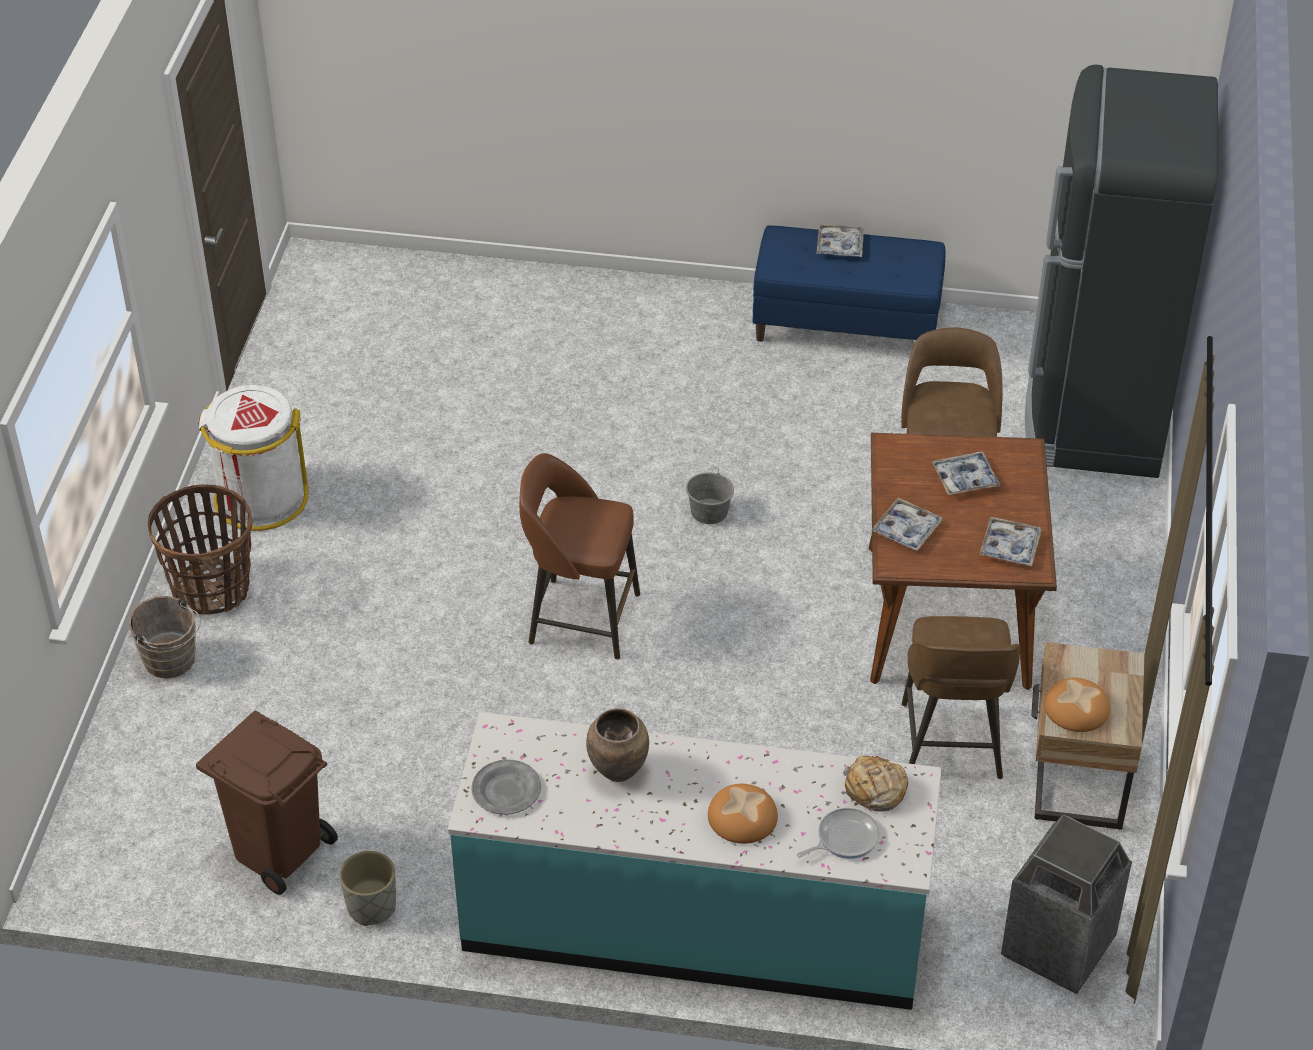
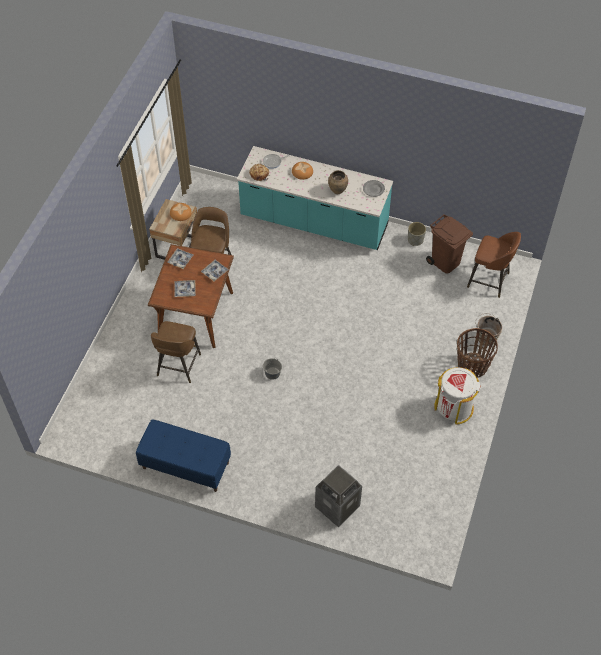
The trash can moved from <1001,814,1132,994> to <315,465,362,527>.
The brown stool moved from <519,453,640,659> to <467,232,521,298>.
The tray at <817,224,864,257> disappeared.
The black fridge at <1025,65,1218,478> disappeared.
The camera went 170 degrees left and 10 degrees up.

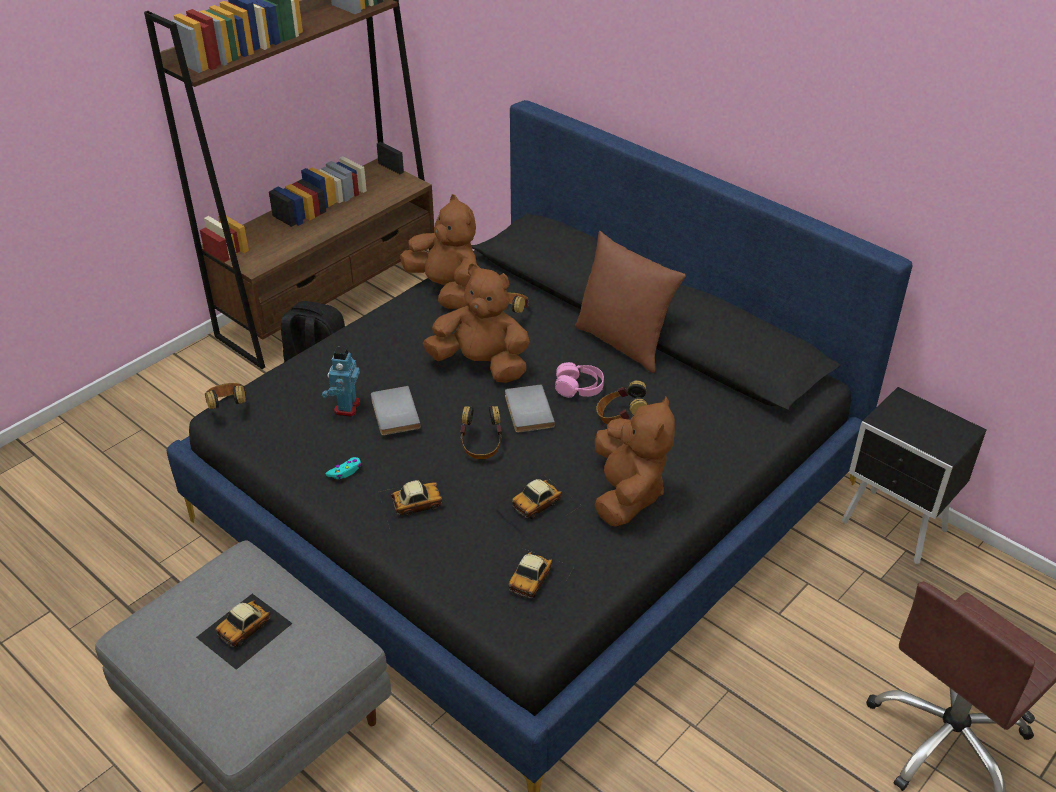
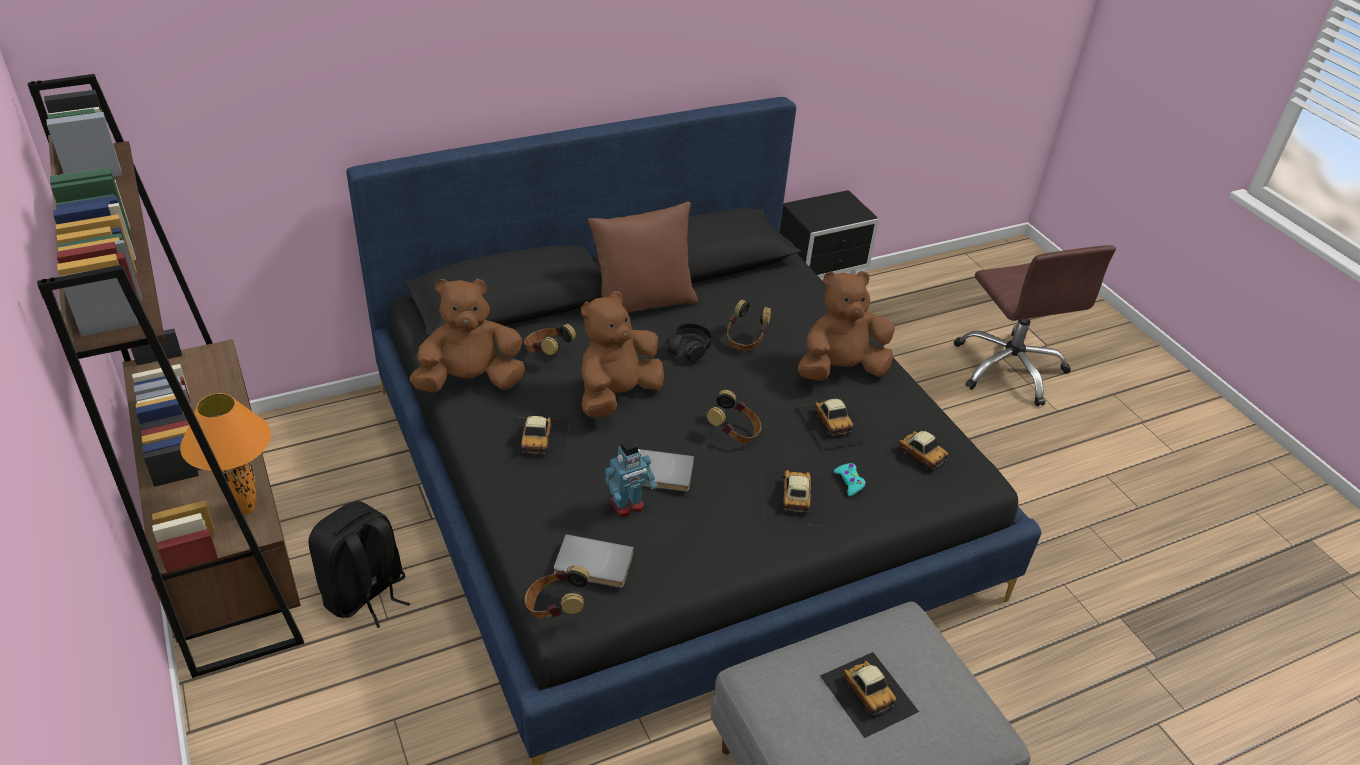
The orange table lamp at <180,393,271,515> appeared.
The toy car at <504,416,569,467> appeared.
The grey book moved from <505,384,555,432> to <554,534,634,588>.
The toy robot at <322,347,360,417> turned 60 degrees counterclockwise.
The pink headphones at <555,362,604,397> became the black headphones at <668,323,712,361>.
The brown plush toy at <594,396,675,527> turned 45 degrees counterclockwise.
The turquoise game controller moved from <325,457,361,479> to <834,463,866,496>.
The camera went 70 degrees left and 0 degrees up.

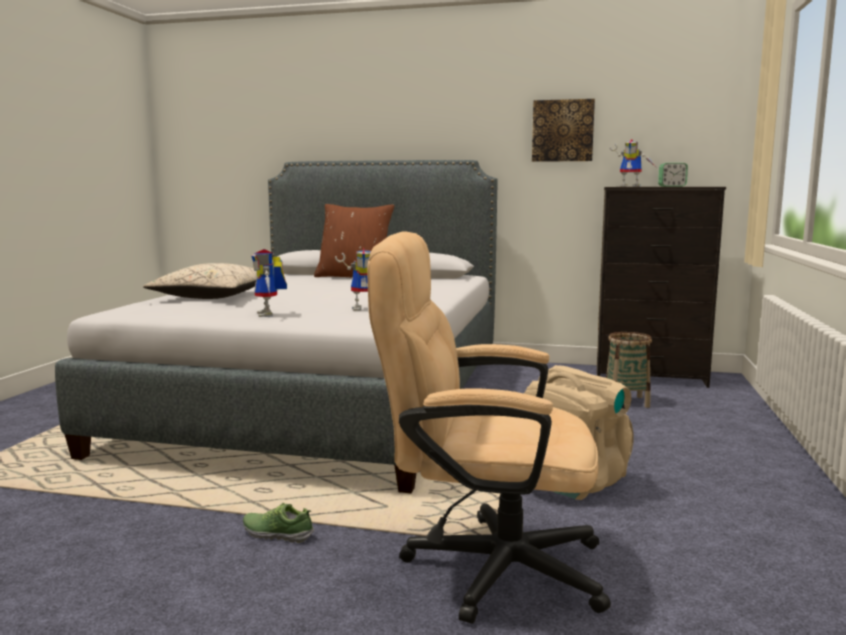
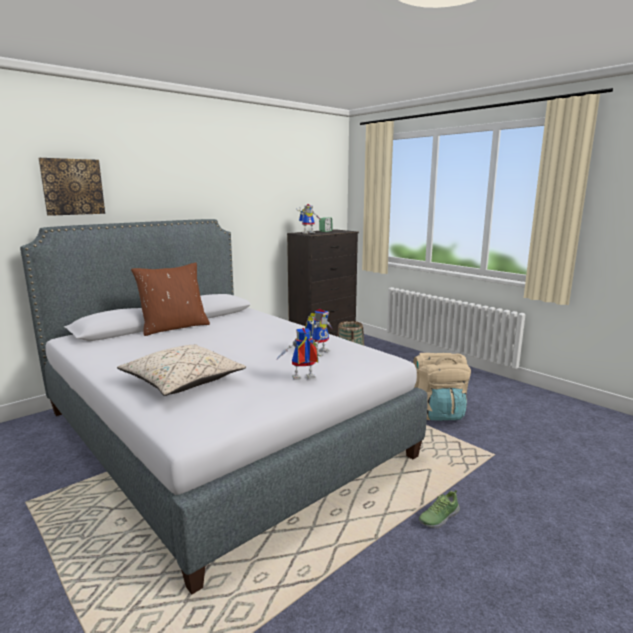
The picture moved from <532,99,595,162> to <39,158,105,216>.
The toy robot at <251,249,287,317> turned 150 degrees clockwise.
The beige office chair at <367,231,611,624> disappeared.
The camera went 55 degrees left and 5 degrees up.

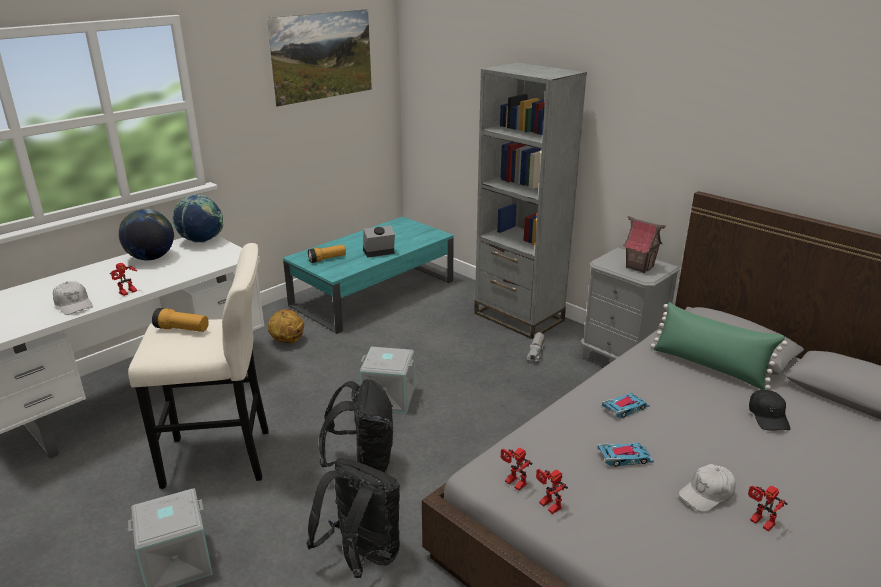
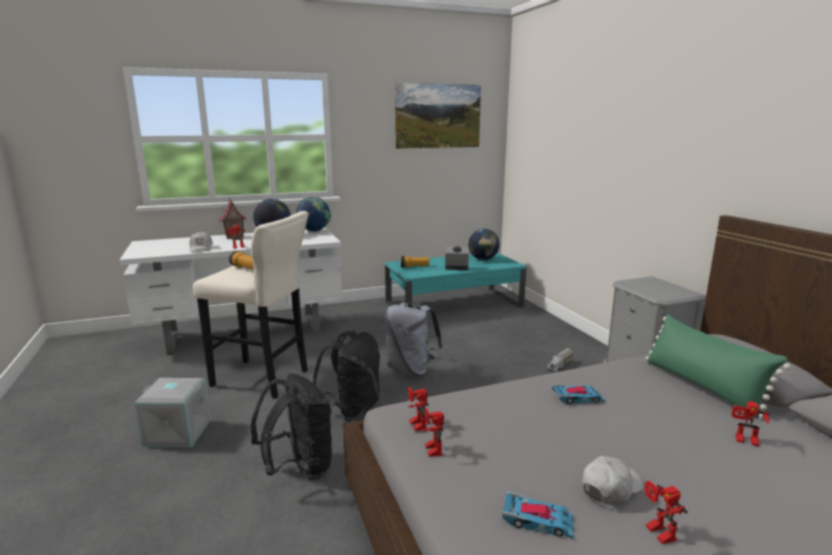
The toy house moved from <623,216,666,273> to <219,198,247,239>.
The grey storage box at <359,347,415,414> was replaced by the grey backpack at <385,302,443,376>.
The globe at <468,229,500,260> appeared.
The toy car moved from <597,443,654,467> to <502,492,574,539>.
The white cap at <678,464,736,512> turned 150 degrees clockwise.
The black cap at <749,390,790,430> was replaced by the toy robot at <731,401,770,446>.
The basketball at <267,309,304,343> disappeared.
The grey bookcase at <474,62,587,340> disappeared.
The camera went 25 degrees right and 10 degrees down.

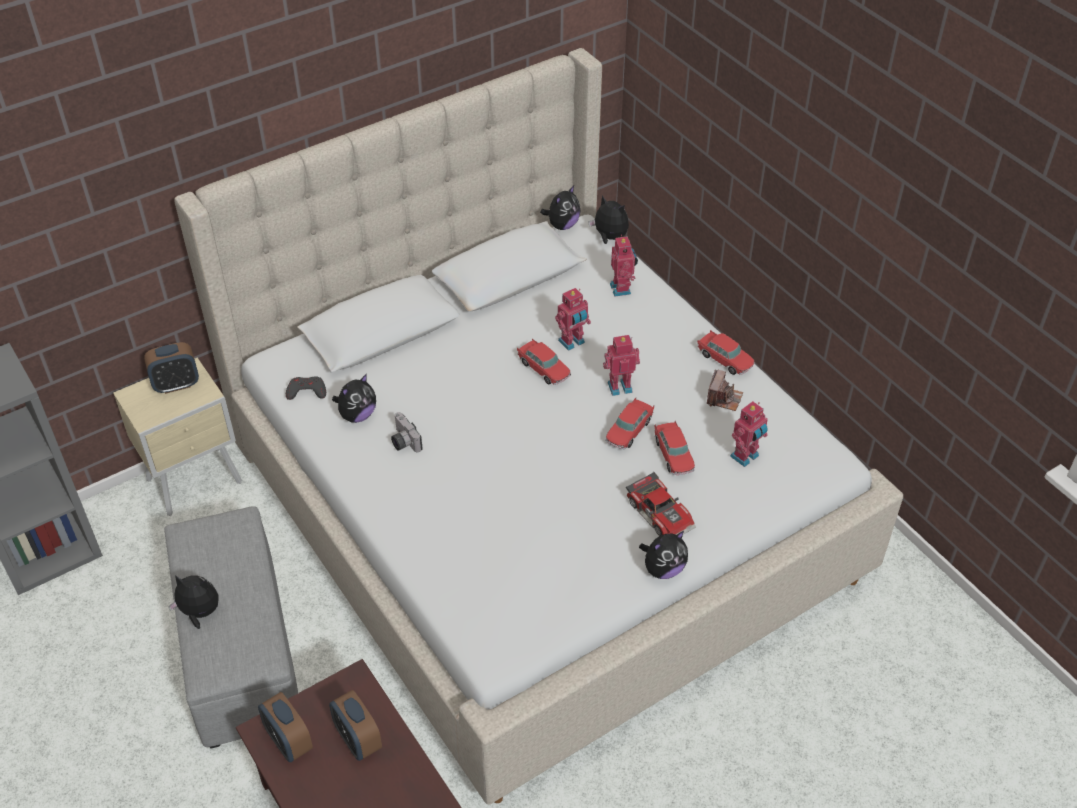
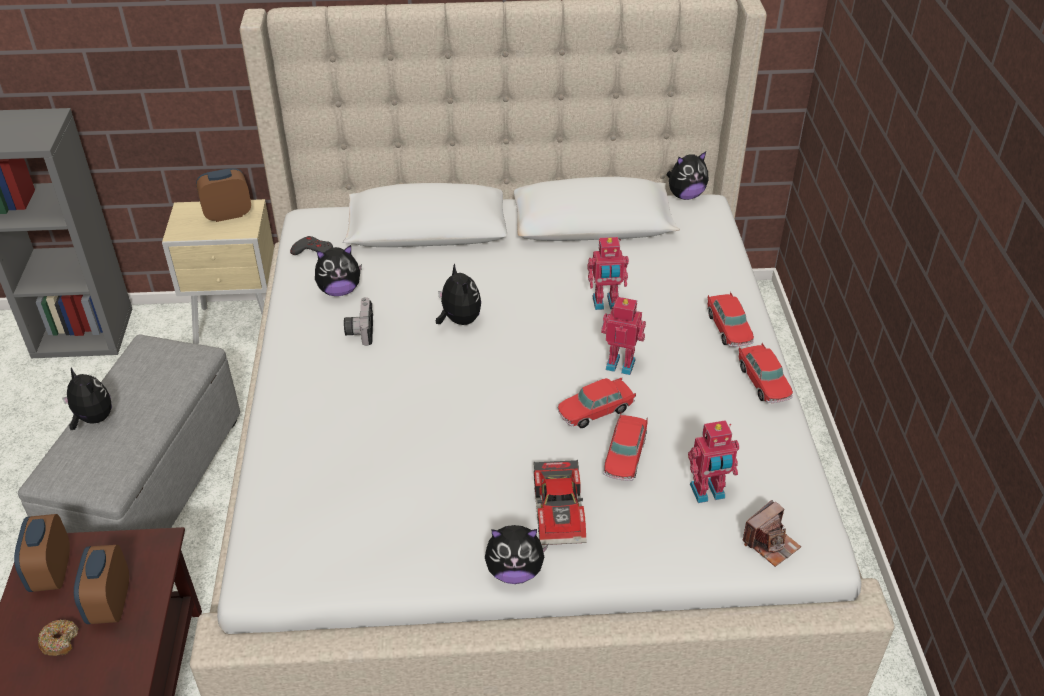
The donut at <38,620,79,656> appeared.
The alarm clock at <144,342,199,394> turned 150 degrees clockwise.
The plush toy moved from <588,195,629,244> to <436,263,481,325>.
The toy car moved from <517,339,571,385> to <707,292,754,347>.
The photo camera moved from <707,369,743,411> to <742,500,801,567>.
The toy robot at <610,235,638,297> disappeared.
The camera went 30 degrees right and 5 degrees down.

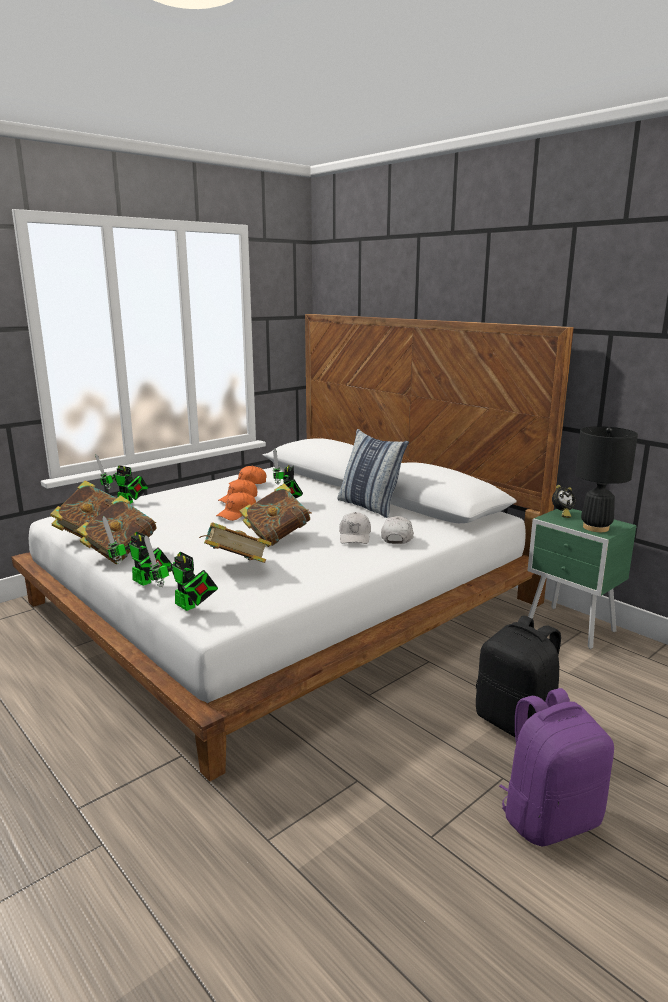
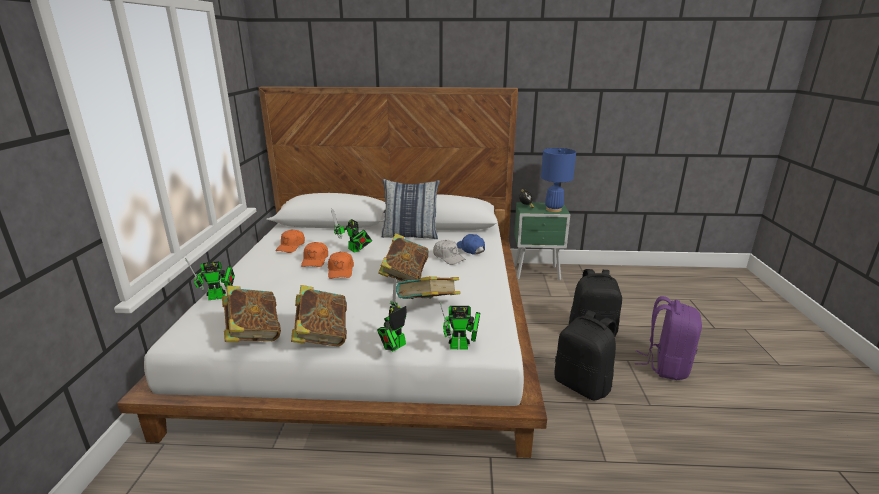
The toy robot at <102,516,172,586> turned 135 degrees clockwise.
The white cap at <381,516,414,544> became the blue cap at <457,234,485,255>.
The black table lamp at <575,426,638,532> became the blue table lamp at <541,148,576,212>.
The black backpack at <554,310,616,400> appeared.
The camera went 45 degrees left and 5 degrees up.

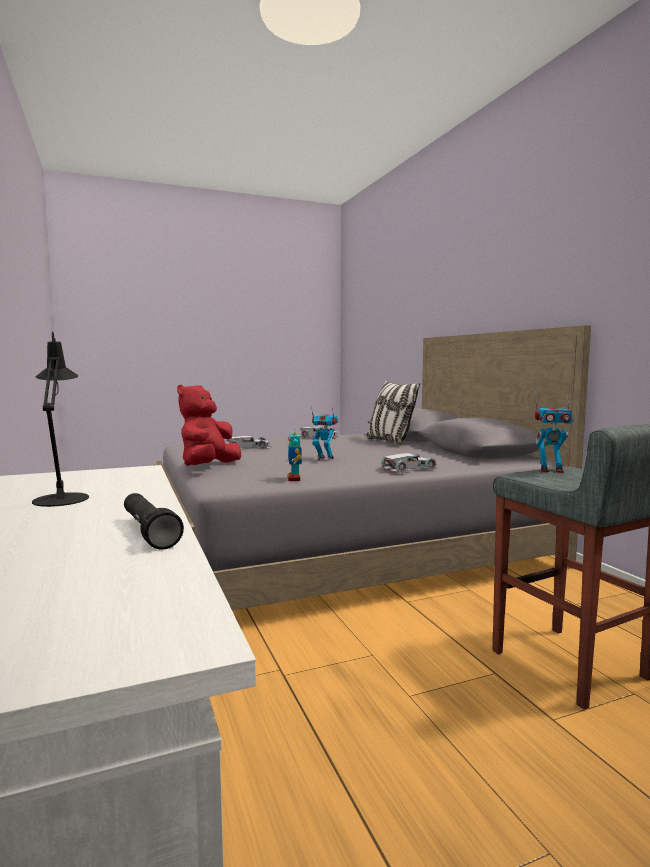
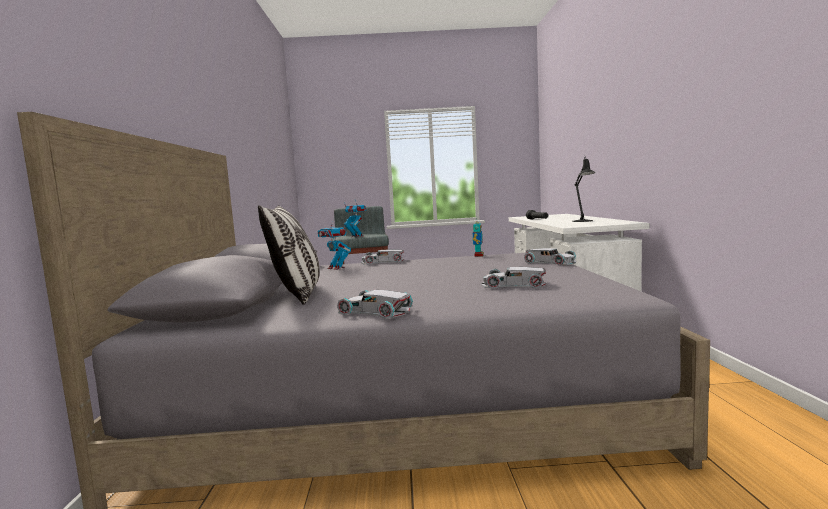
The toy robot moved from <311,407,339,460> to <318,219,351,270>.
The red plush toy at <177,384,241,466> was replaced by the white toy car at <524,248,576,266>.
The camera went 160 degrees left and 0 degrees up.

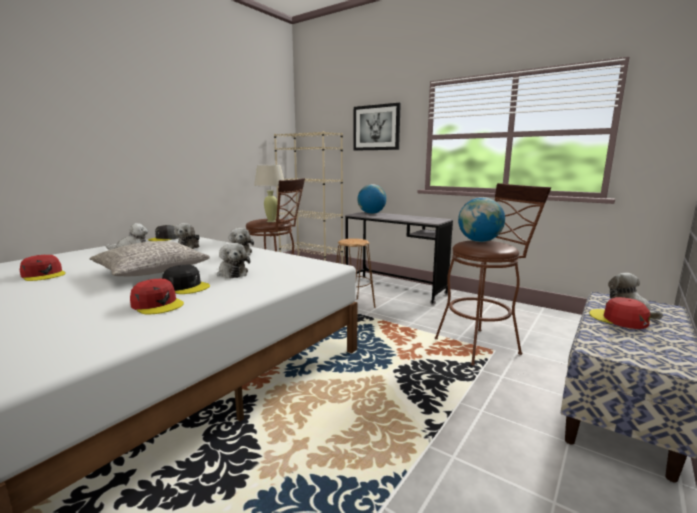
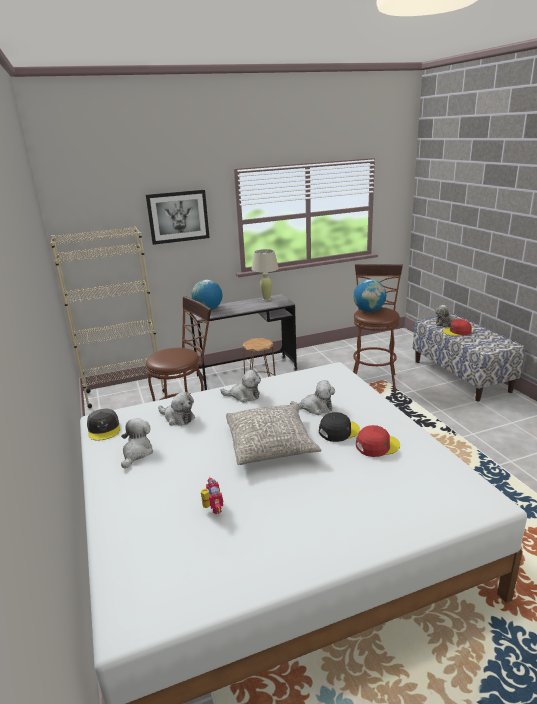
The red cap at <20,255,66,281> was replaced by the toy robot at <201,477,223,514>.
The beige table lamp moved from <254,165,284,222> to <252,249,279,301>.
The camera went 55 degrees left and 10 degrees up.

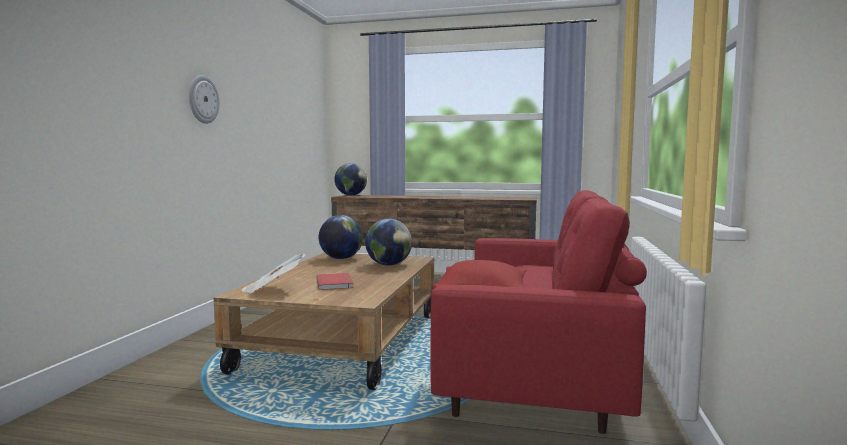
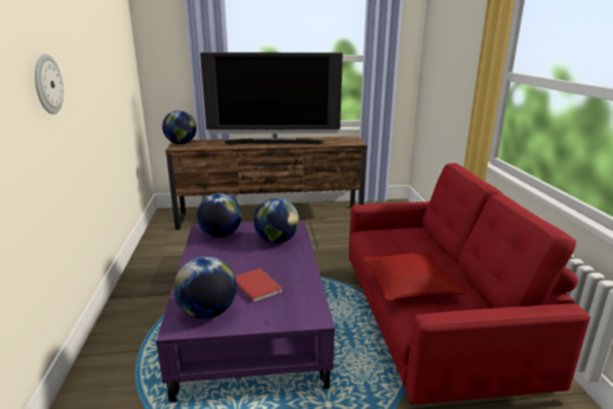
The brown coffee table at <213,253,434,390> became the purple coffee table at <156,220,335,402>.
The newspaper at <242,253,305,294> was replaced by the globe at <174,256,237,319>.
The television at <200,52,343,145> appeared.
The camera went 20 degrees left and 15 degrees up.

